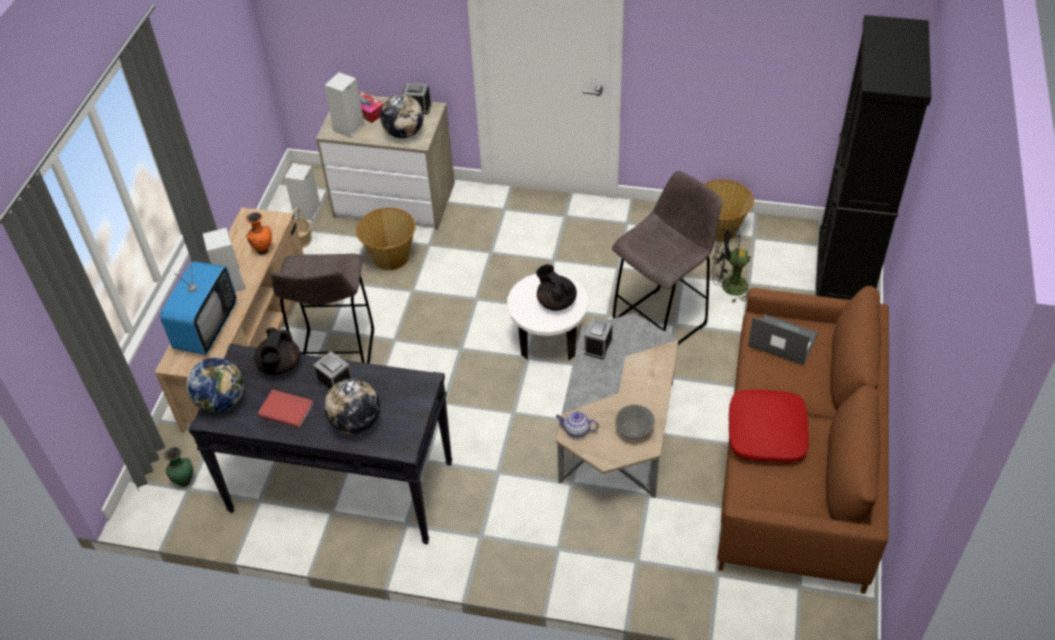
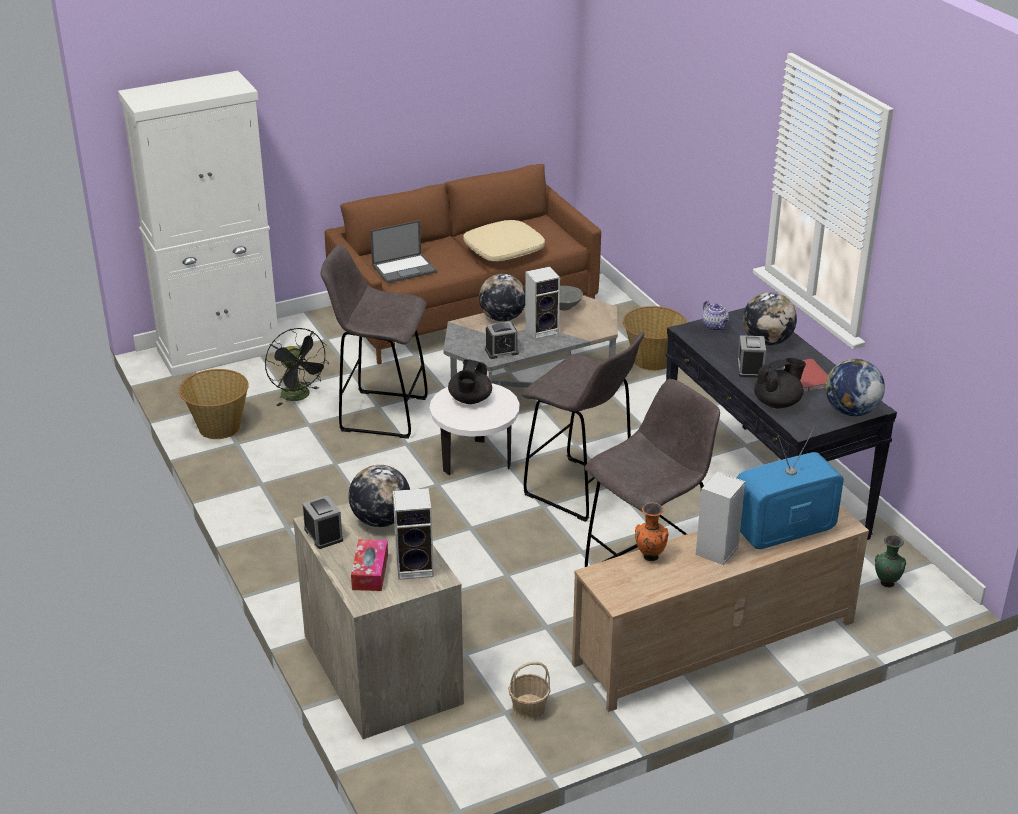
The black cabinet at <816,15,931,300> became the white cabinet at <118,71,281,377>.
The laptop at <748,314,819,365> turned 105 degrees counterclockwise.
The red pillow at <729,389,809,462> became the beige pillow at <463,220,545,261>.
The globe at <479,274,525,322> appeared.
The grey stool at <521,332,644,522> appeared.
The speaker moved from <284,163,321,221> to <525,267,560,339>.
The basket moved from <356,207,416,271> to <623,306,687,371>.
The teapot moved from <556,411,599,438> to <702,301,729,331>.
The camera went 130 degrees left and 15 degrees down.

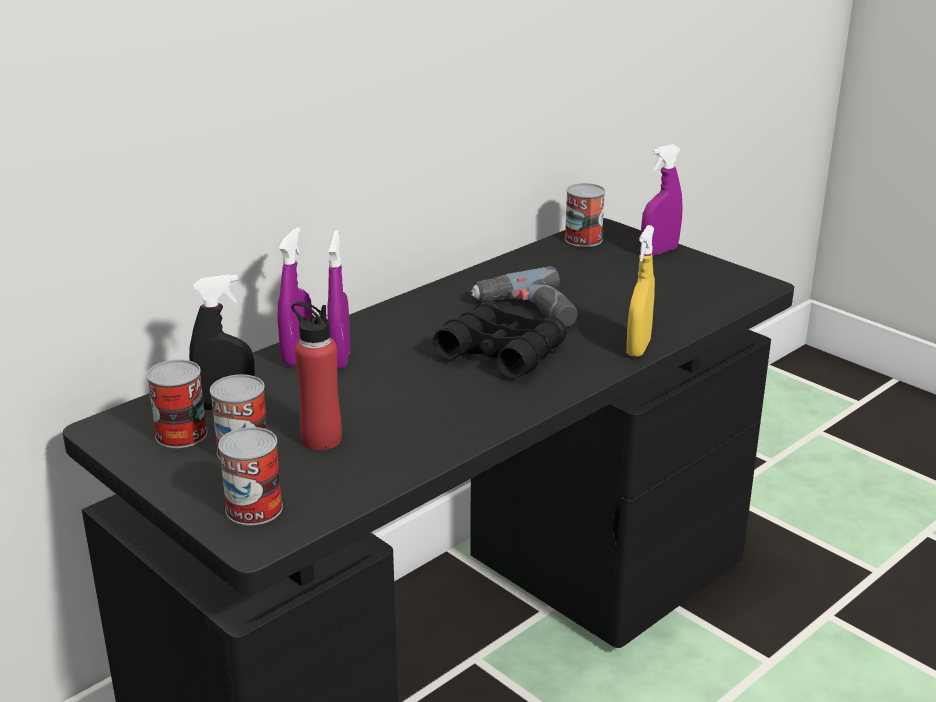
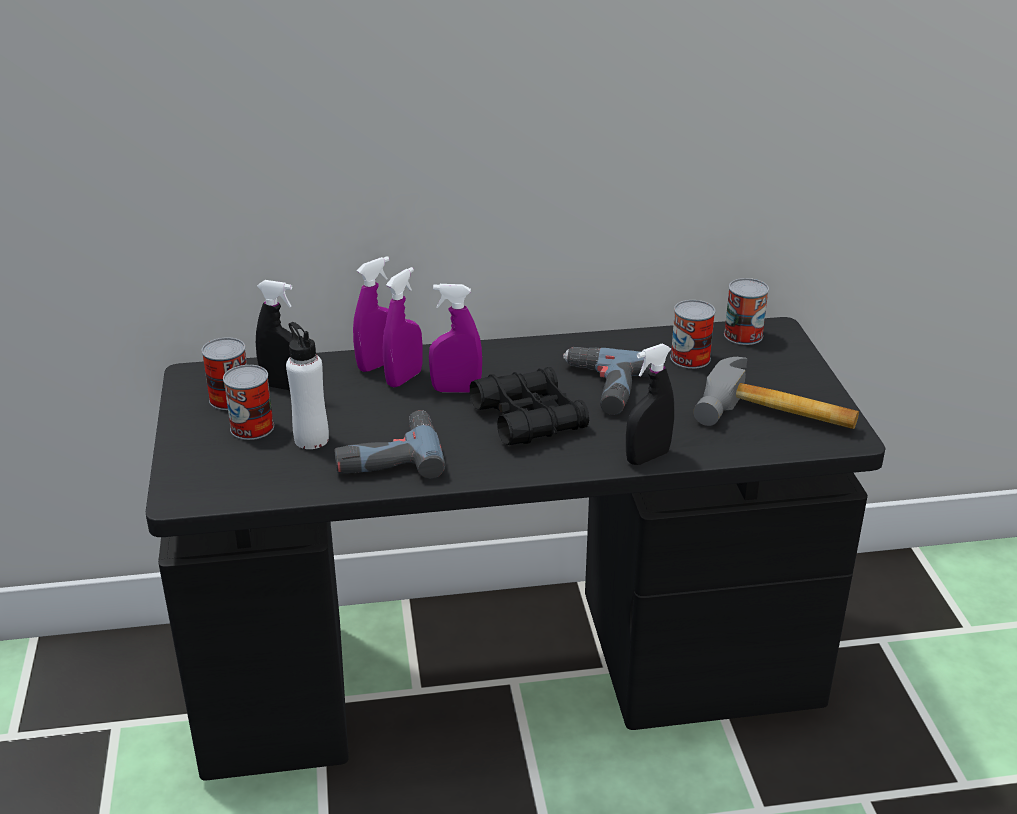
The red bottle at <291,301,342,450> became the white bottle at <286,322,329,449>.
The power drill at <334,410,445,479> appeared.
The purple spray bottle moved from <641,144,682,255> to <429,284,482,393>.
The yellow spray bottle at <626,225,655,357> became the black spray bottle at <626,344,674,465>.
The can moved from <218,427,283,526> to <670,300,715,369>.
The hammer at <693,357,859,429> appeared.
The camera went 35 degrees right and 5 degrees up.

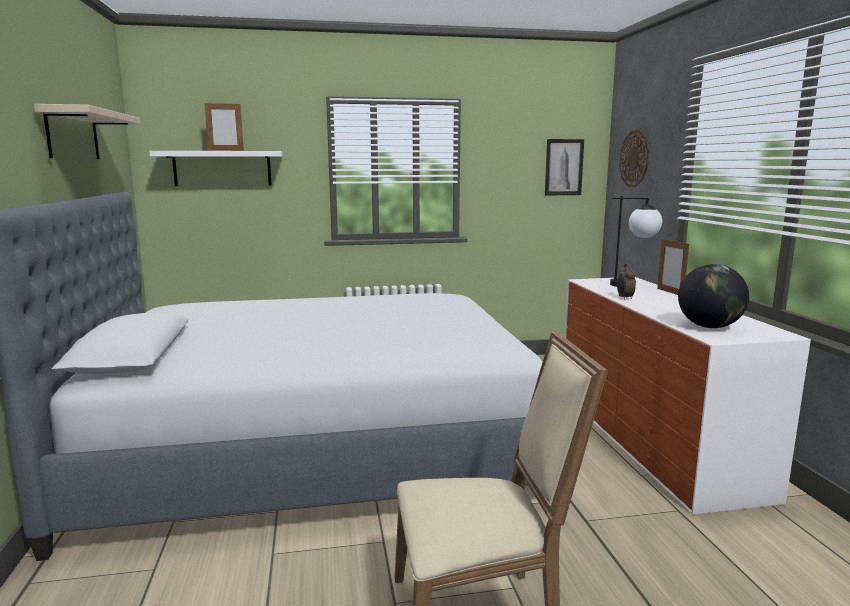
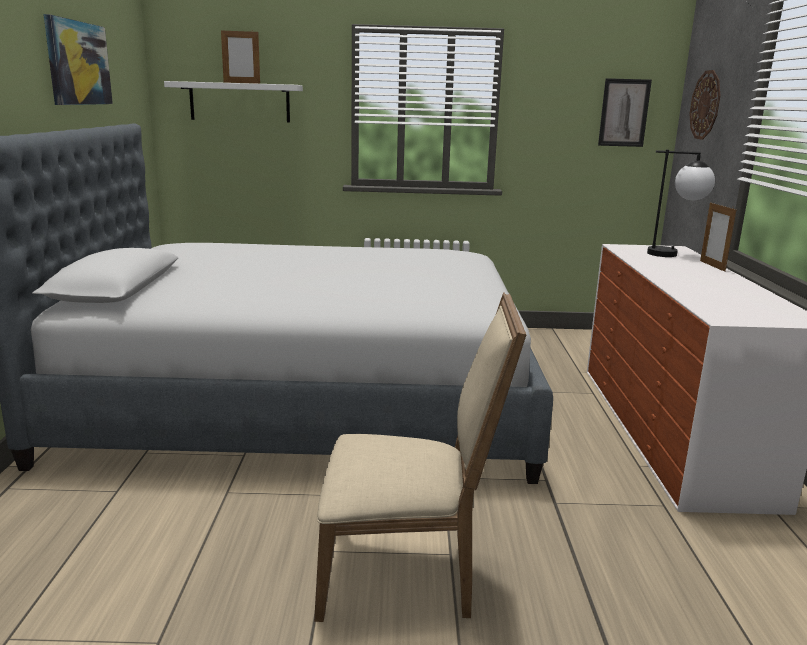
The beige shelf at <34,104,141,159> was replaced by the picture at <43,14,113,105>.
The alarm clock at <617,264,636,300> disappeared.
The globe at <678,264,749,328> disappeared.
The camera went 10 degrees right and 5 degrees up.

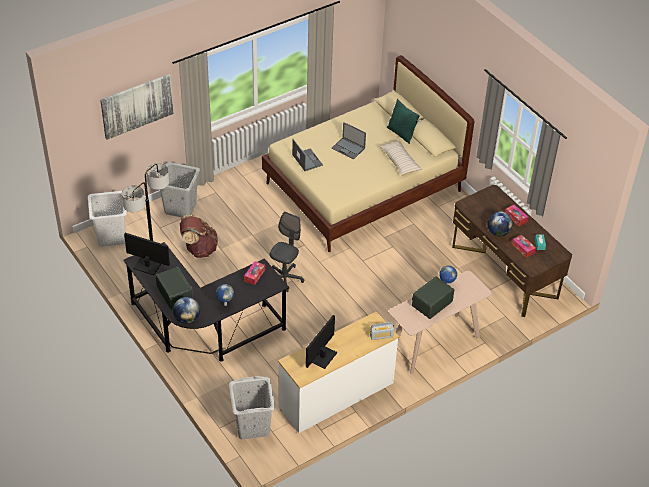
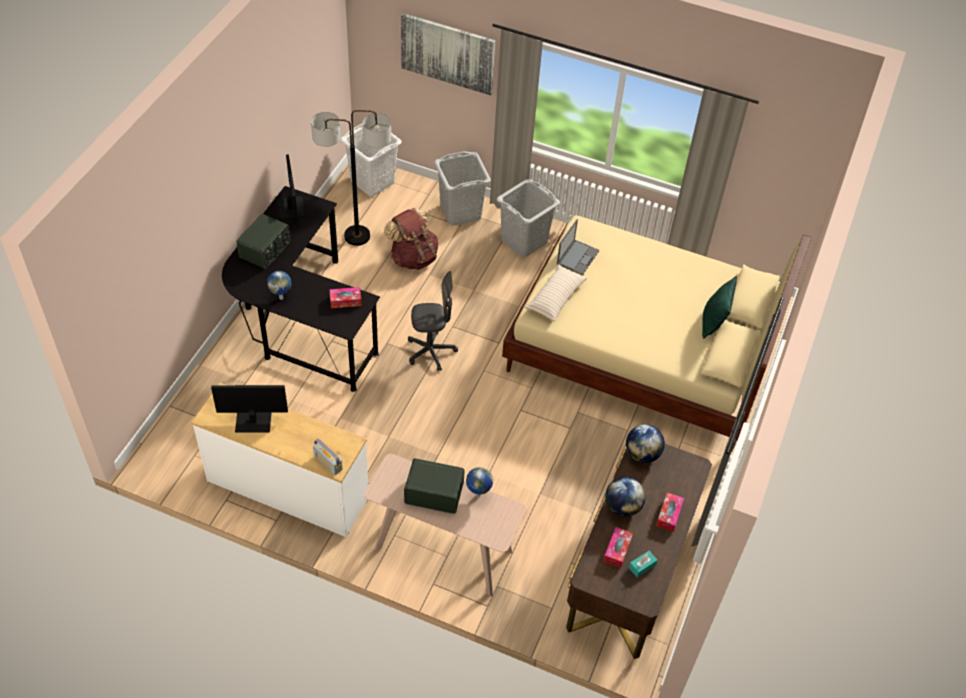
The grey laundry basket moved from <229,376,275,439> to <497,179,560,257>.
The beige pillow moved from <380,140,422,176> to <525,264,587,322>.
The globe moved from <173,297,200,324> to <626,424,665,463>.
The laptop at <331,122,366,159> disappeared.
The camera went 55 degrees right and 5 degrees up.

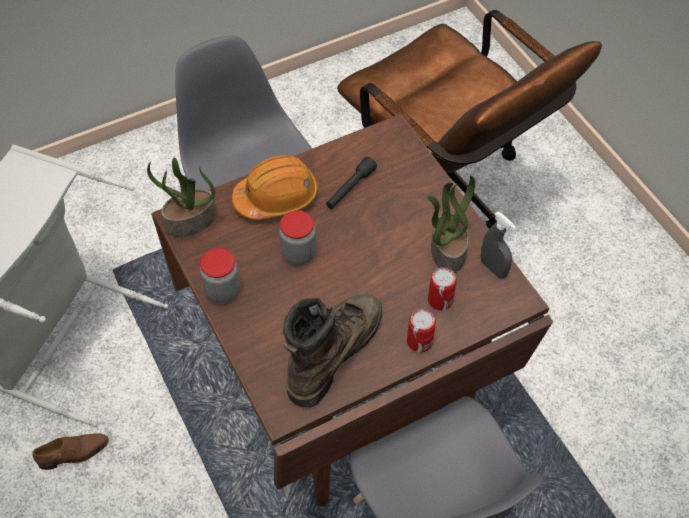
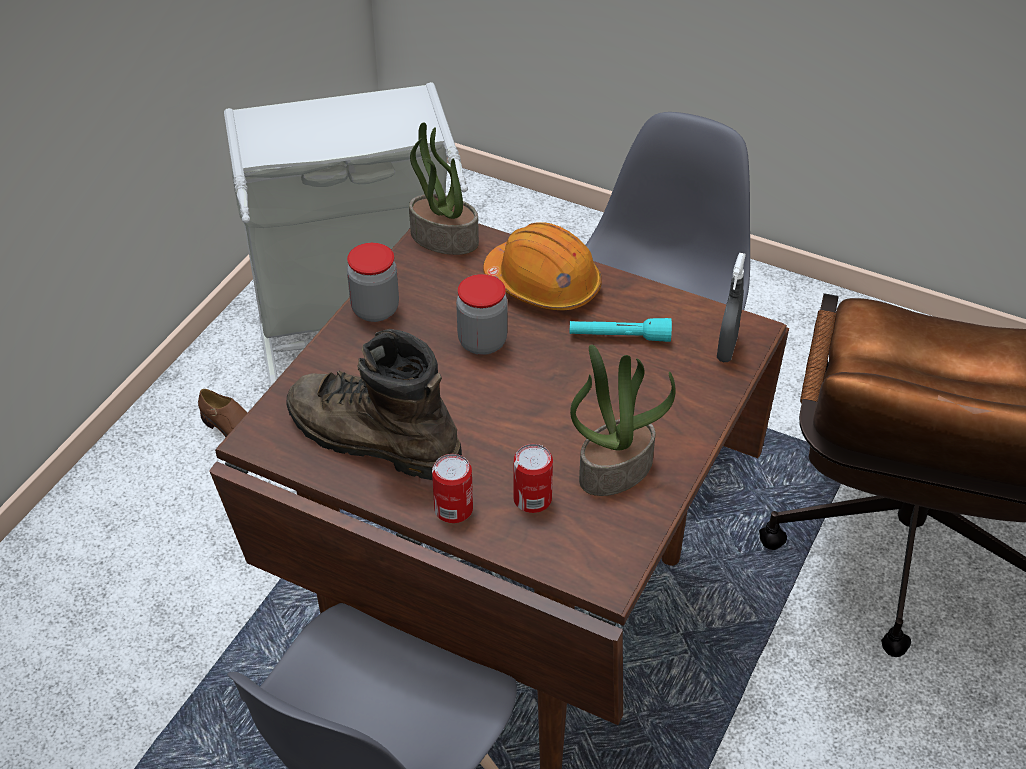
The brown boot at <283,294,382,408> turned 150 degrees counterclockwise.
The black flashlight at <326,157,377,209> became the turquoise flashlight at <570,318,672,342>.
The grey spray bottle moved from <481,212,516,279> to <717,253,746,362>.
The camera went 55 degrees right and 10 degrees down.

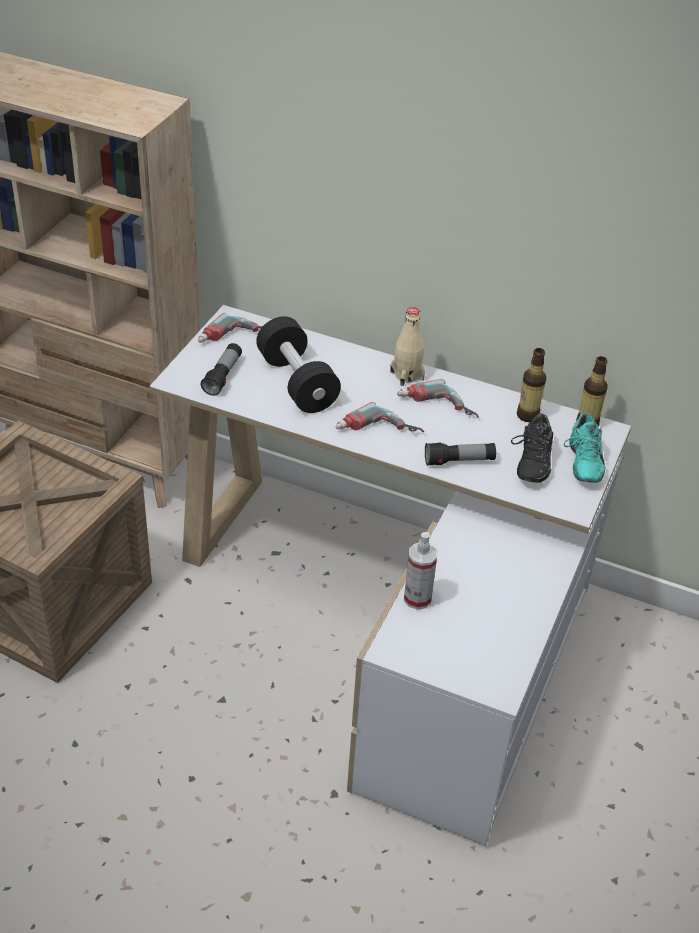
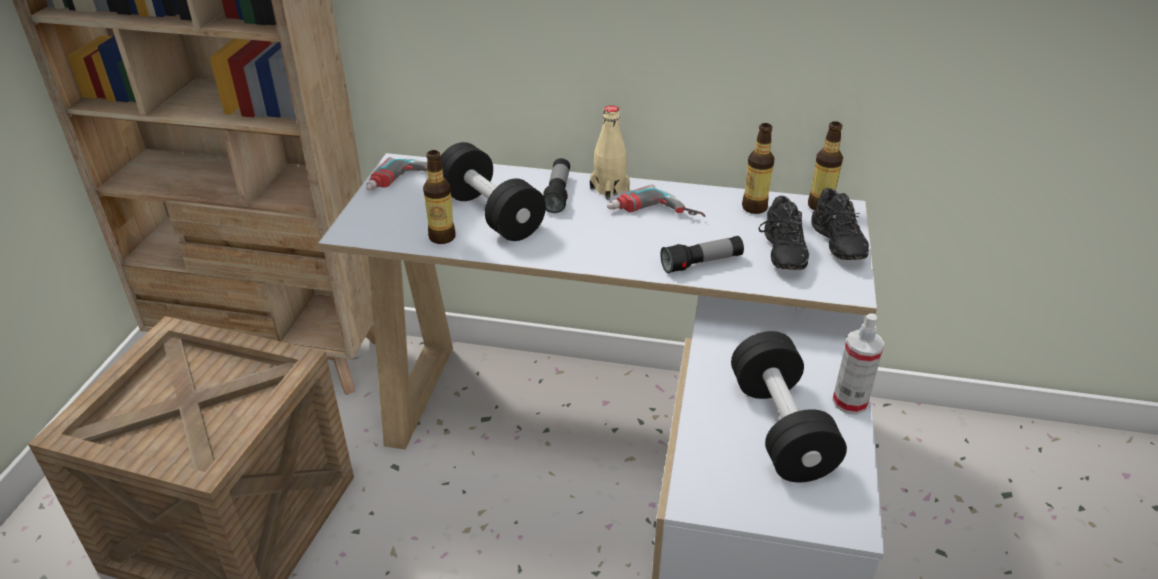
The bottle at <423,150,456,244> appeared.
The flashlight moved from <201,343,242,396> to <543,158,570,213>.
The black dumbbell at <731,331,847,482> appeared.
The turquoise shoe at <564,413,605,483> became the black shoe at <811,188,869,260>.
The spray bottle moved from <404,532,437,609> to <832,313,885,415>.
The power drill at <335,402,424,432> disappeared.
The camera went 10 degrees left and 5 degrees down.

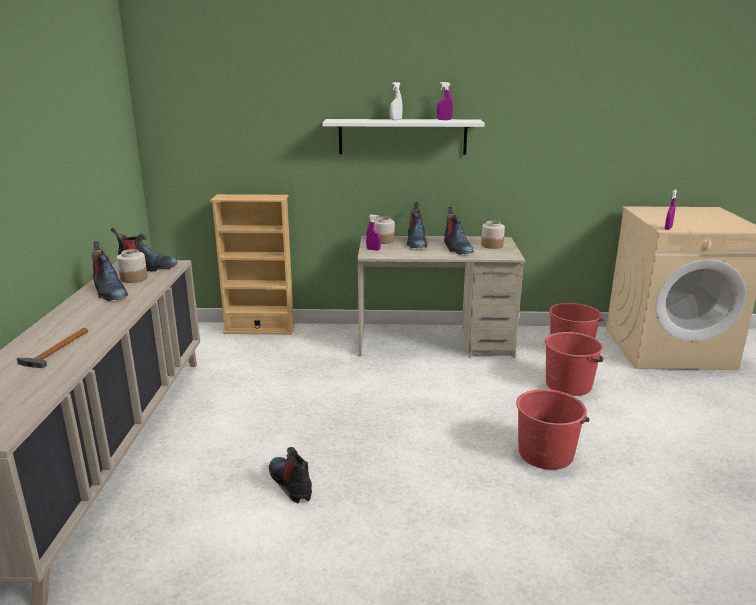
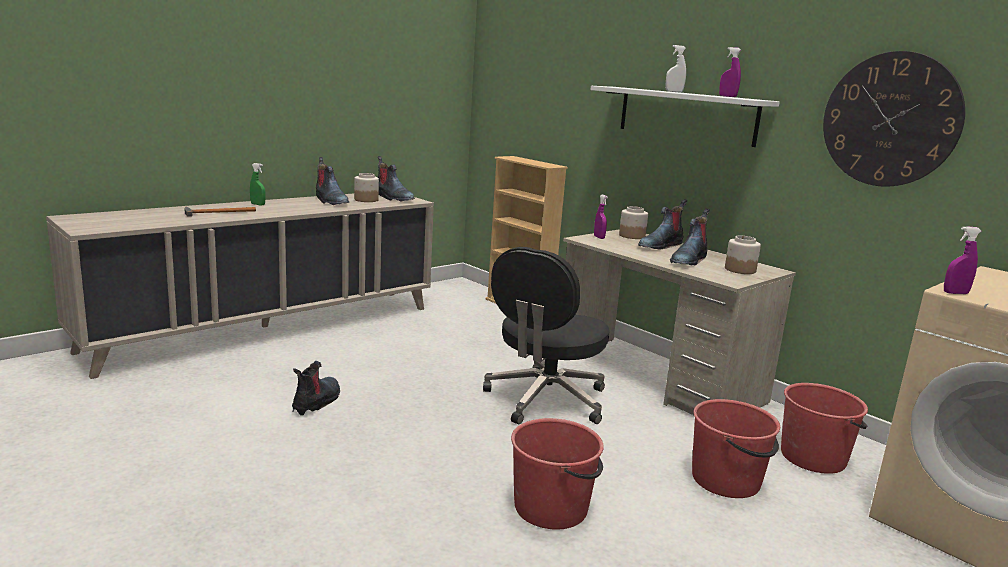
The green spray bottle at <250,163,265,205> appeared.
The boot at <92,241,128,301> turned 45 degrees counterclockwise.
The black office chair at <483,247,610,425> appeared.
The wall clock at <823,51,965,187> appeared.
The camera went 45 degrees right and 5 degrees down.

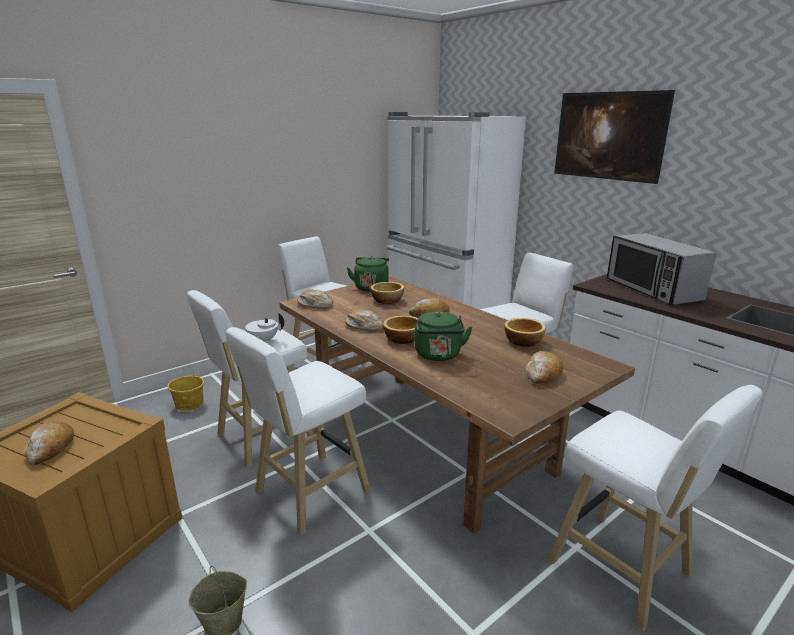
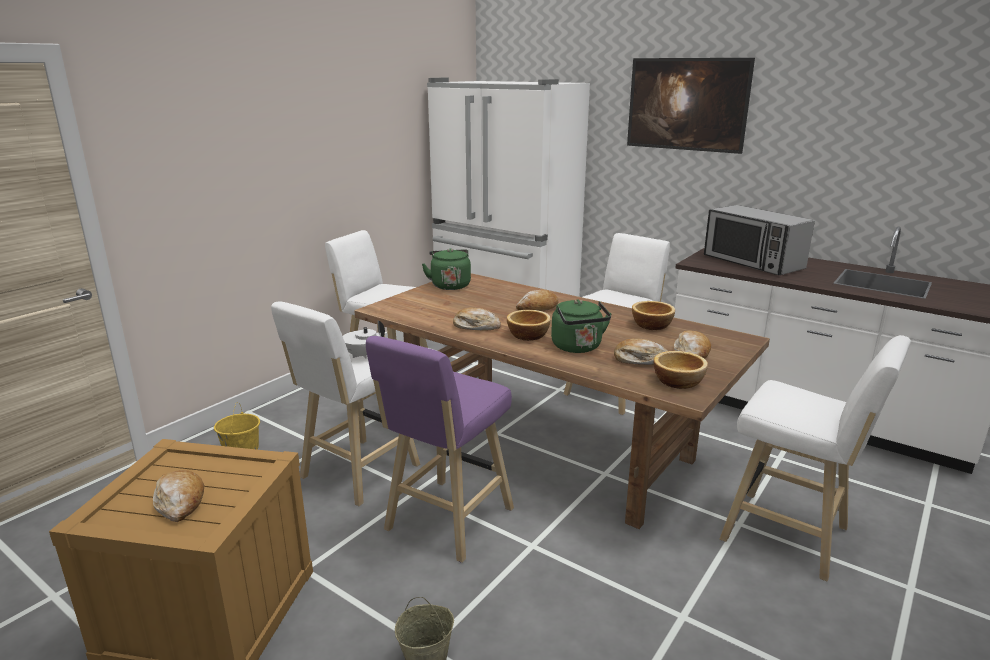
The white stool at <226,327,371,535> became the purple stool at <366,336,514,563>.
The bread moved from <297,290,333,308> to <614,339,667,365>.
The bowl moved from <370,282,404,304> to <654,351,708,389>.
The camera went 15 degrees left and 0 degrees up.

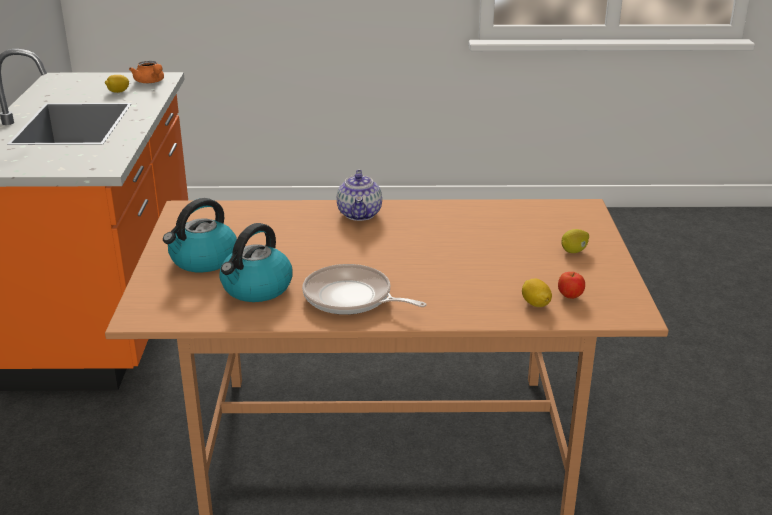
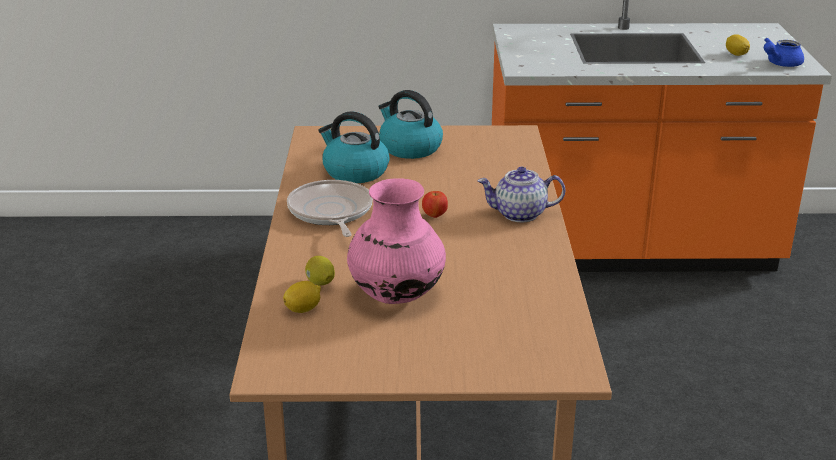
The frying pan at <302,264,427,315> turned 45 degrees counterclockwise.
The lemon moved from <561,229,589,253> to <305,256,335,285>.
The pink vase at <347,178,446,304> appeared.
The apple moved from <558,272,585,299> to <422,191,448,218>.
The orange teapot at <129,61,164,83> became the blue teapot at <764,38,804,67>.
The camera went 90 degrees right and 0 degrees up.

